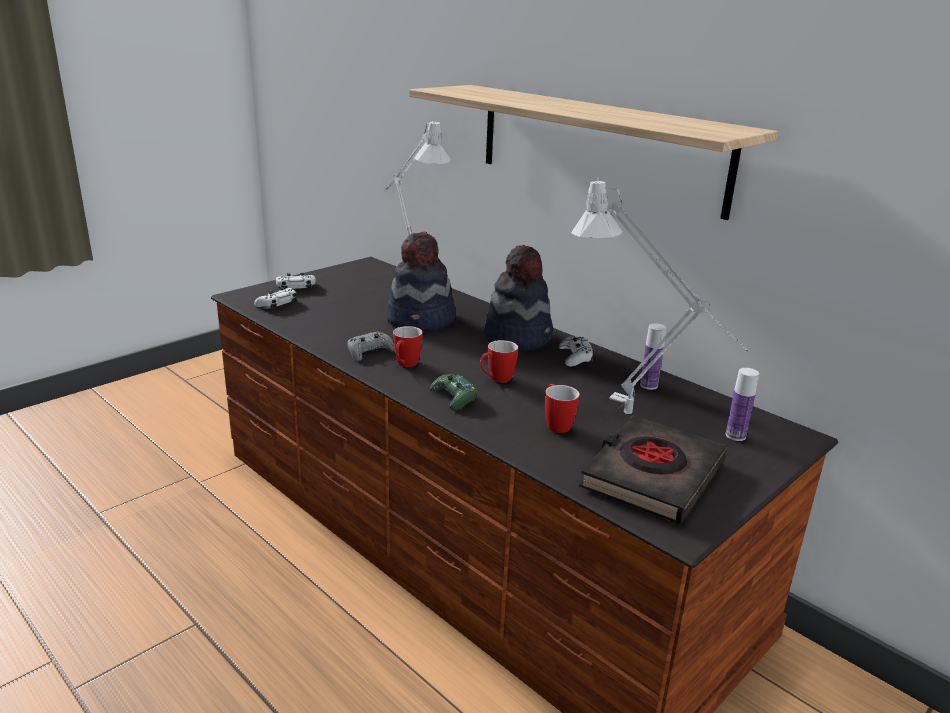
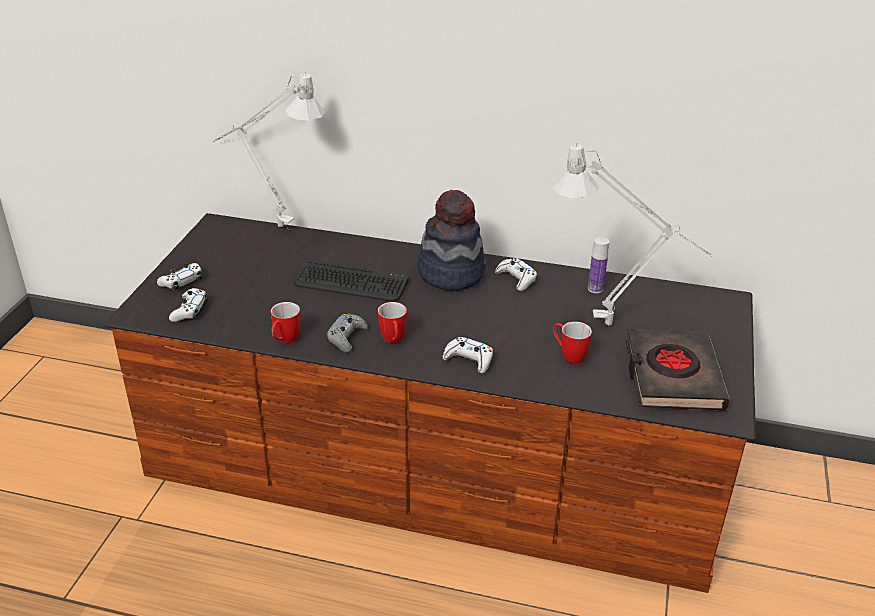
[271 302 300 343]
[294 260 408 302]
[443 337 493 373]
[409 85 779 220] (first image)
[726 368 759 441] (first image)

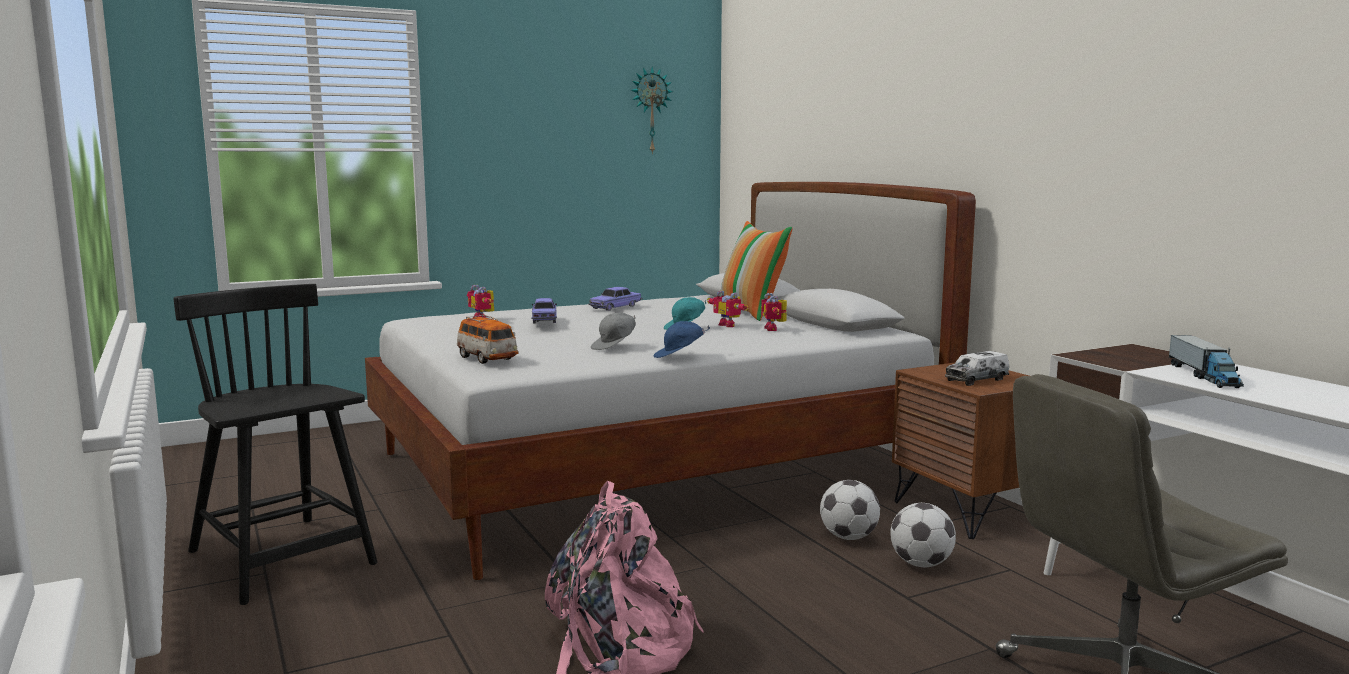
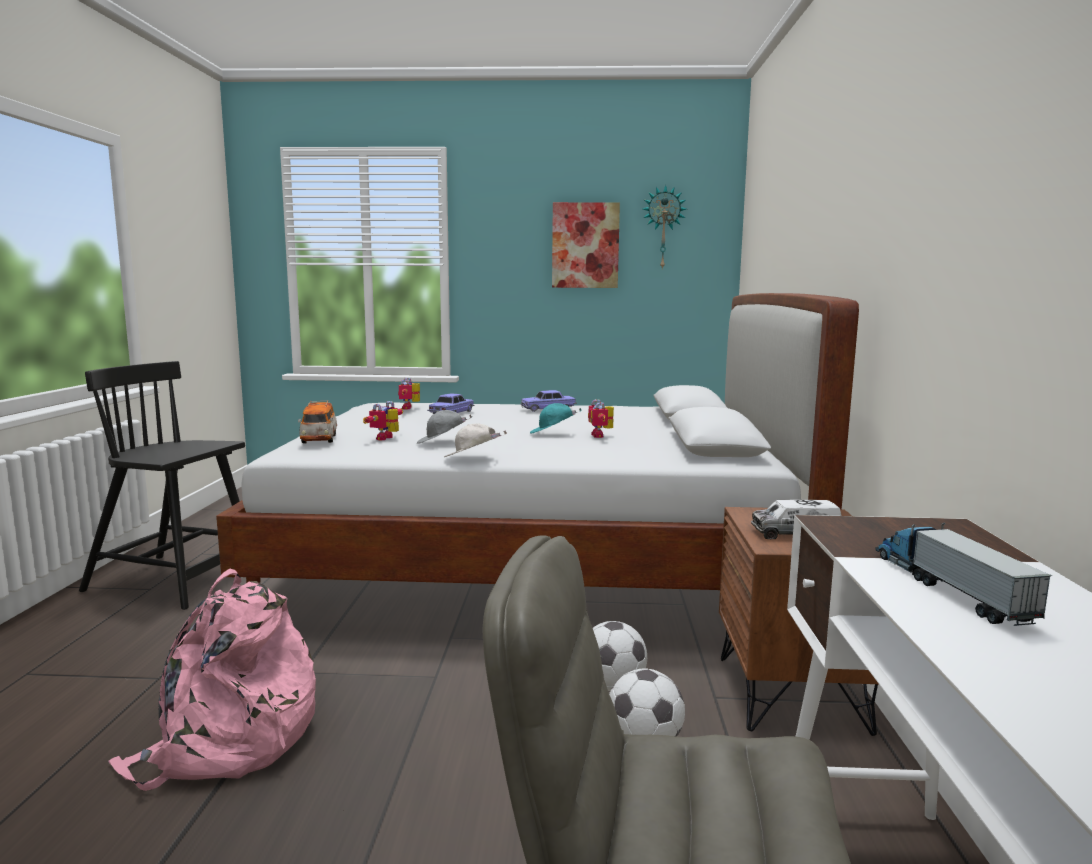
[79 361 245 610]
[363 401 403 440]
[444 423 507 457]
[552 202 620 288]
[875 523 1052 626]
[720 221 793 321] (first image)

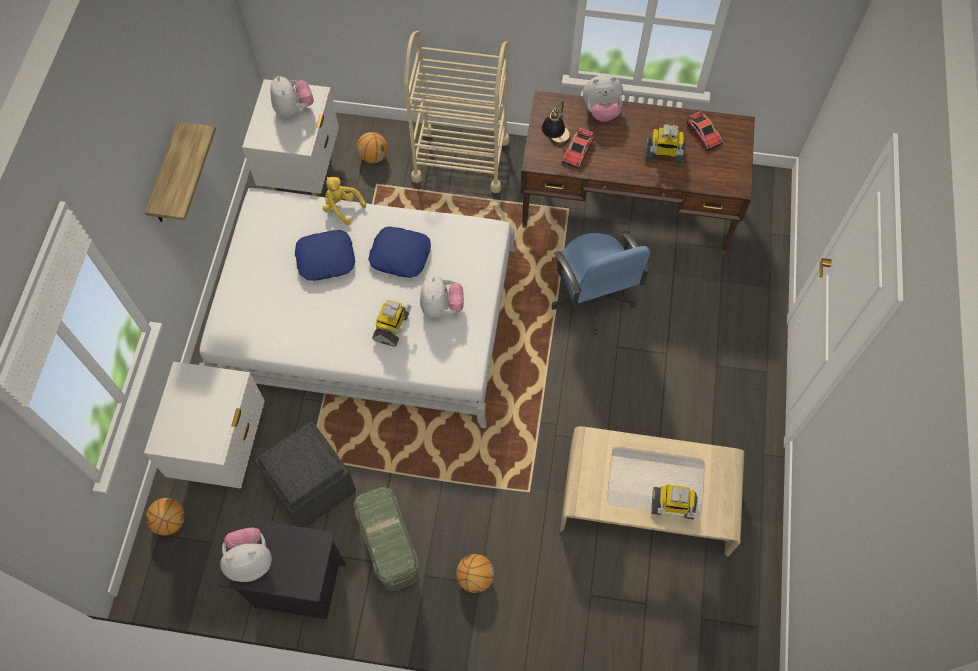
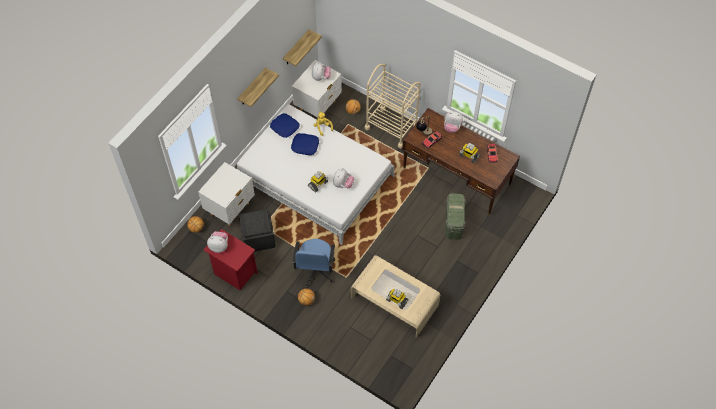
[204 229 257 290]
[270 113 300 138]
[283 29 322 66]
[292 239 335 288]
[446 193 465 240]

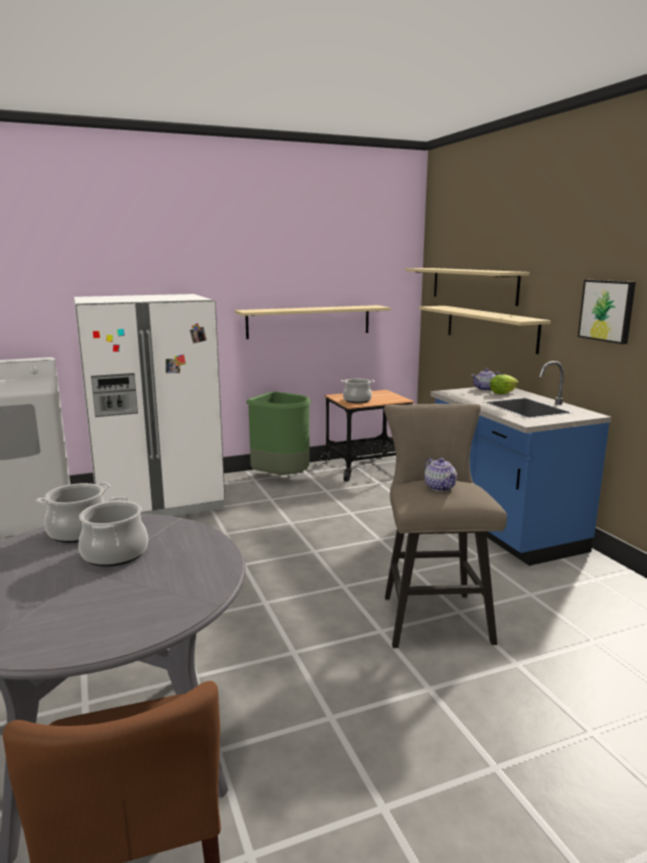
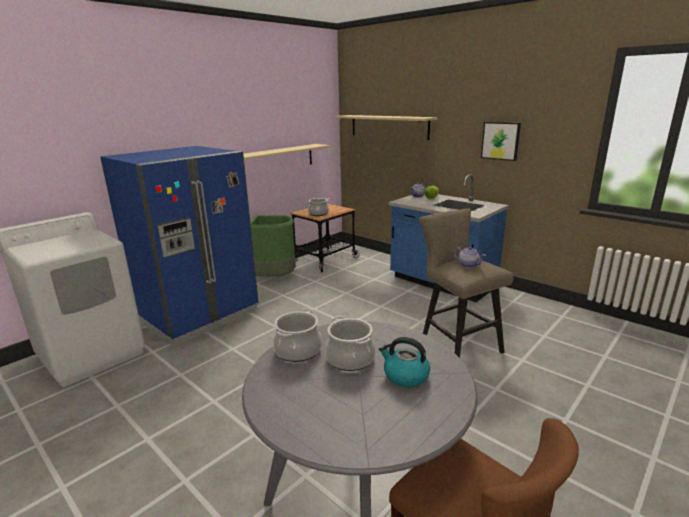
[100 146 259 346]
[379 337 430 387]
[419 306 551 354] (first image)

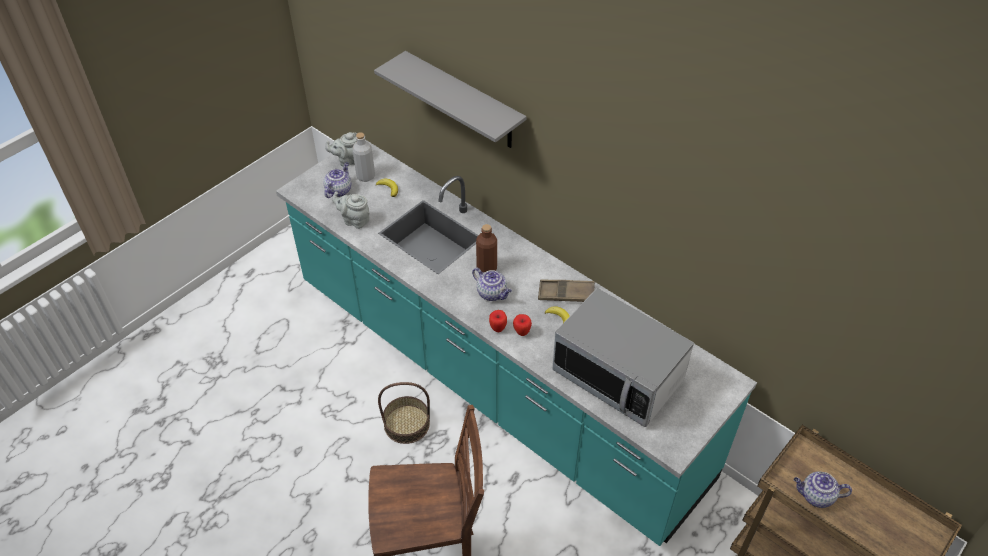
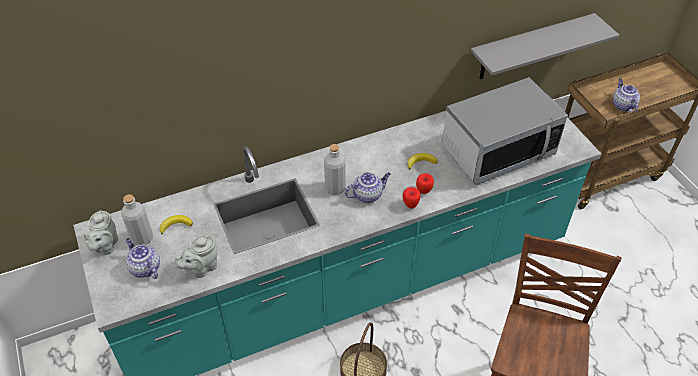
[324 144 346 195]
[471 13 619 79]
[613 78 640 113]
[538 280 595 302] (first image)

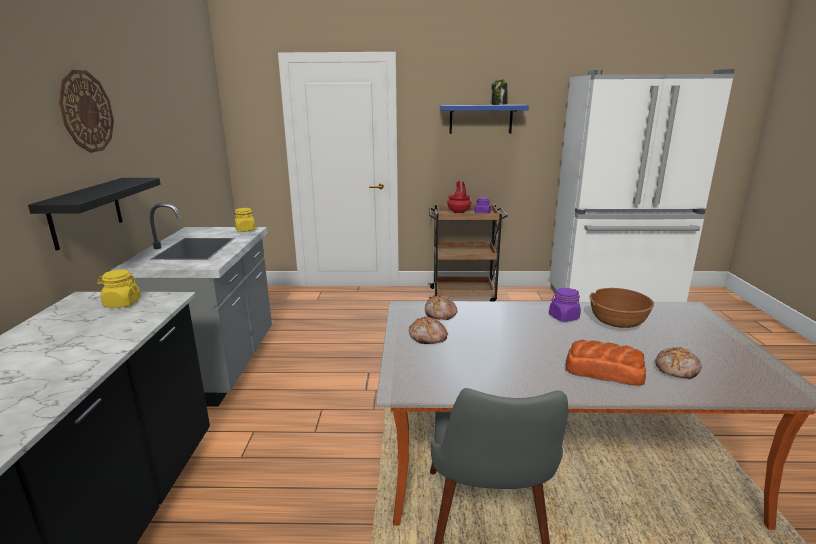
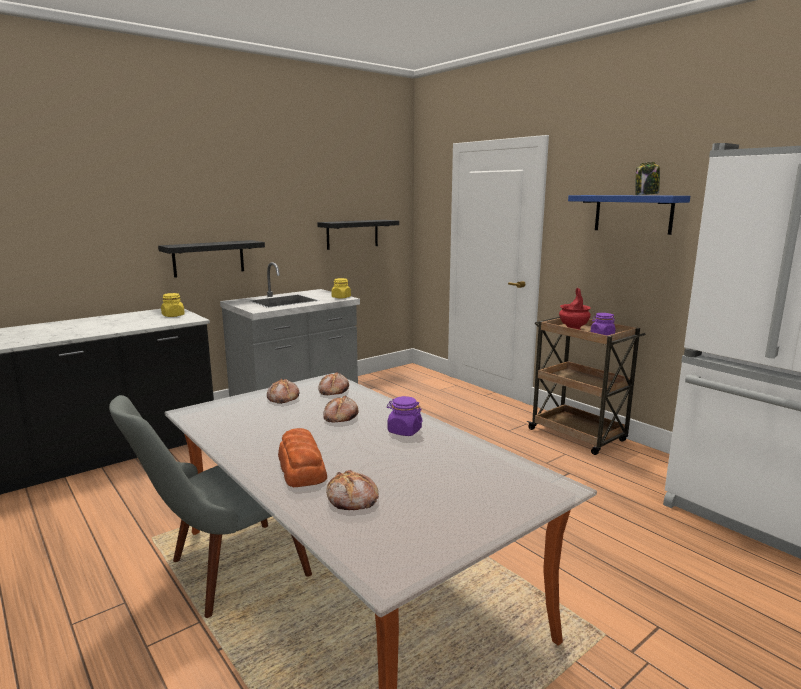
[317 220 399 250]
[324 395 359 423]
[59 70 114 153] (first image)
[590 288 654 328] (first image)

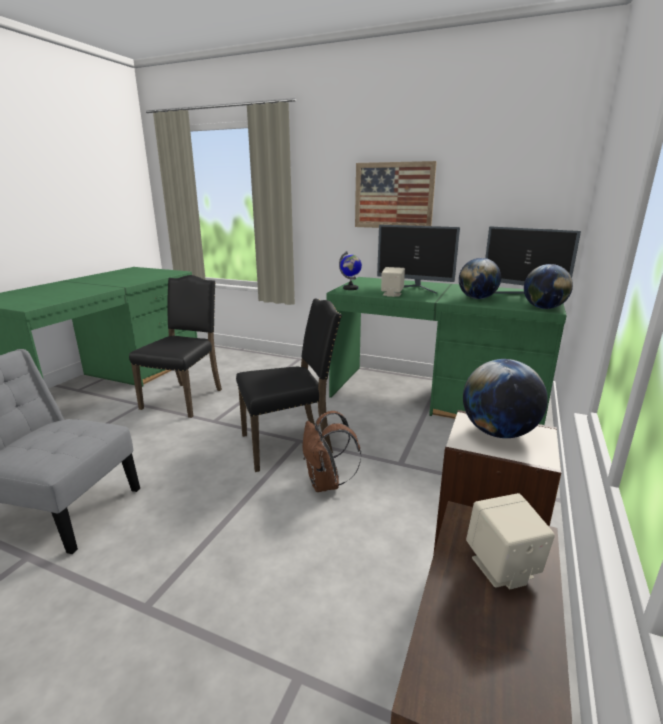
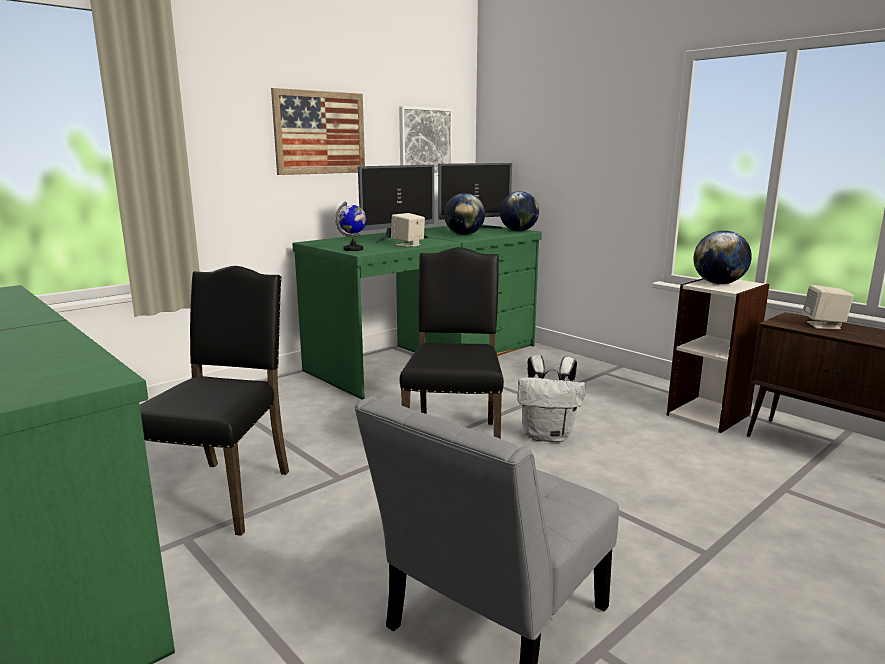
[140 266 289 536]
[399 106 452 176]
[518 355 586 442]

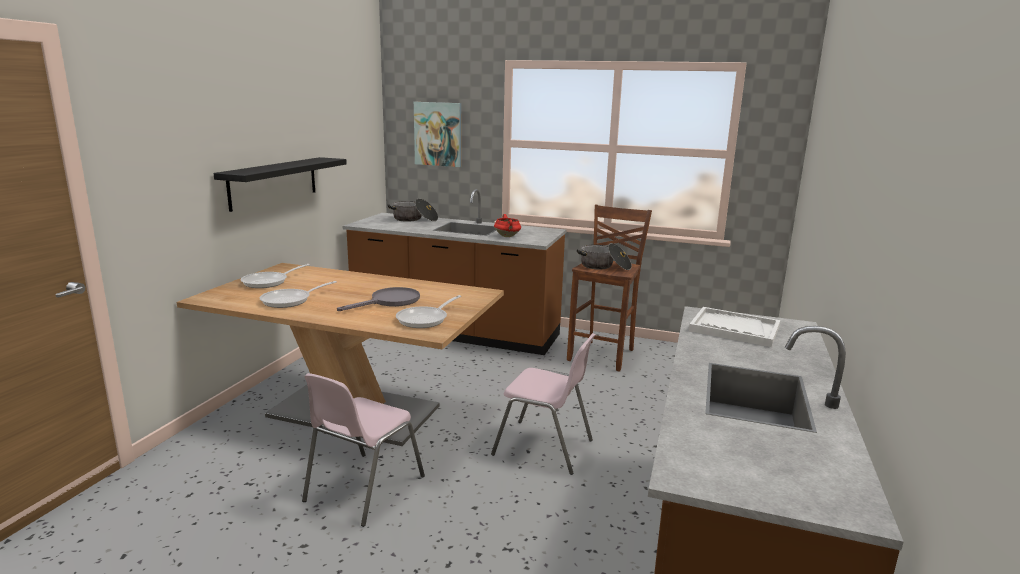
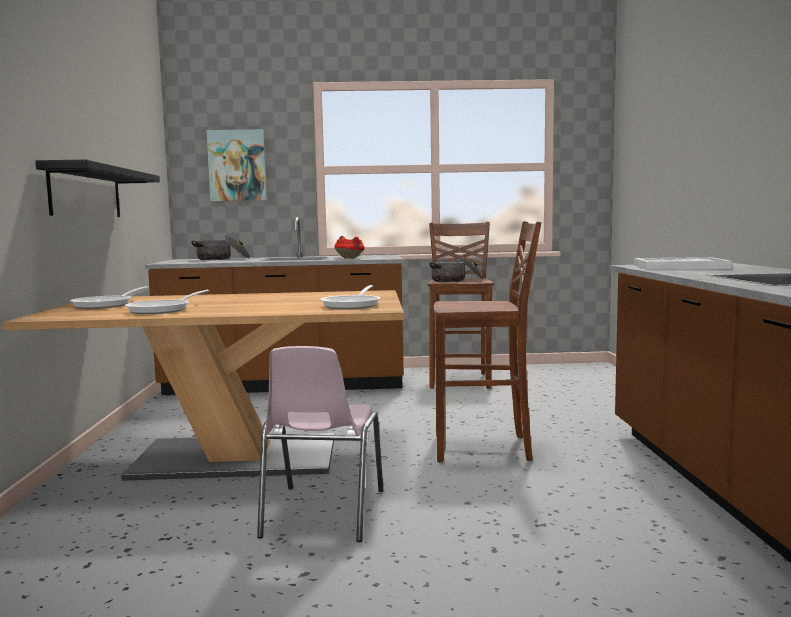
[433 221 542 463]
[337 287 420 311] (first image)

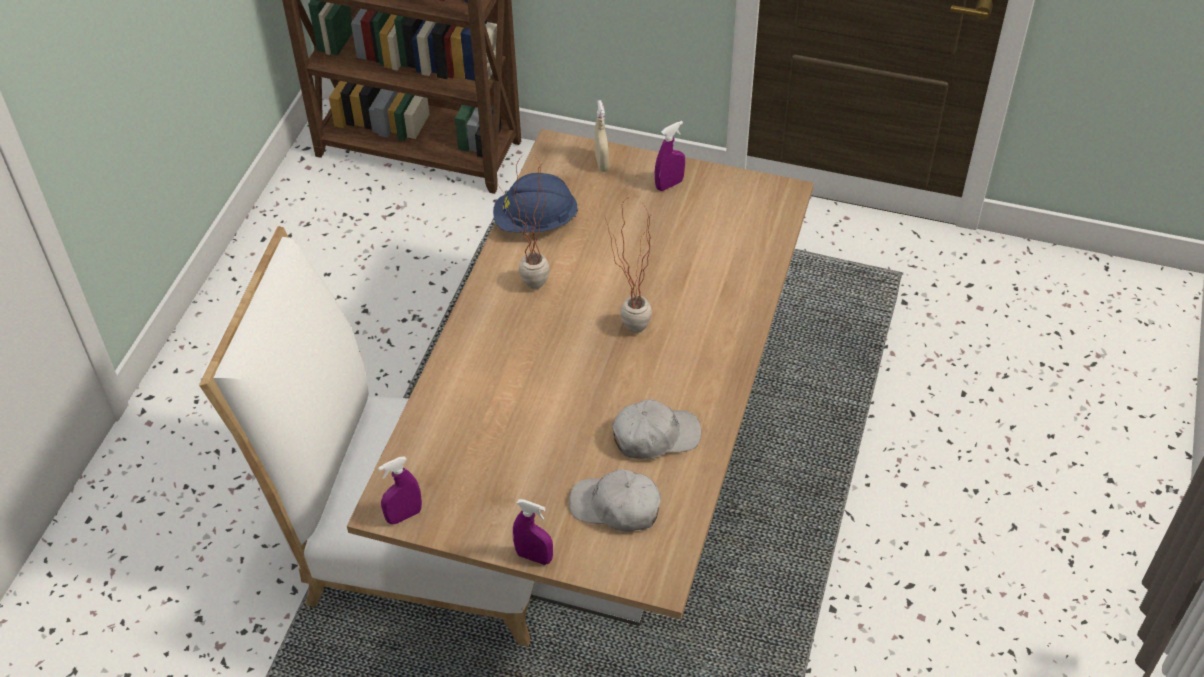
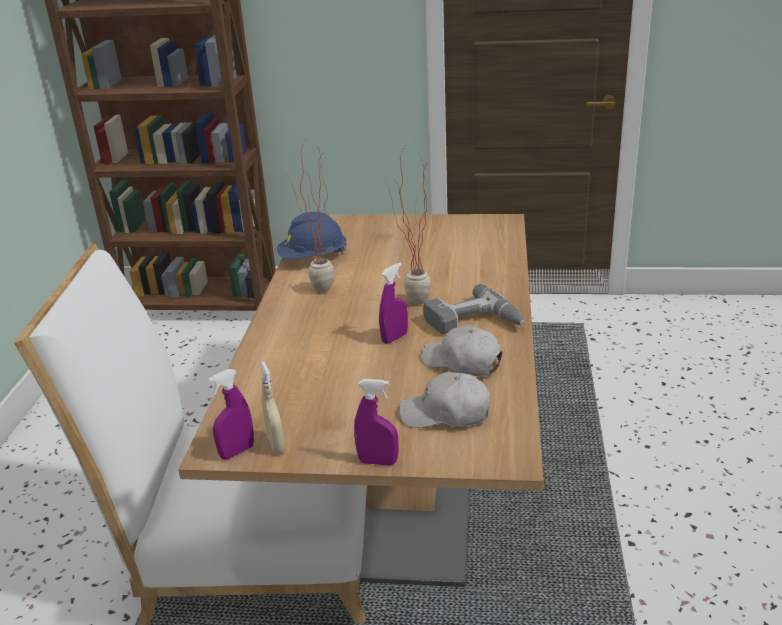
[260 362 285 454]
[379 263 408 344]
[421 325 502 377]
[423 284 525 334]

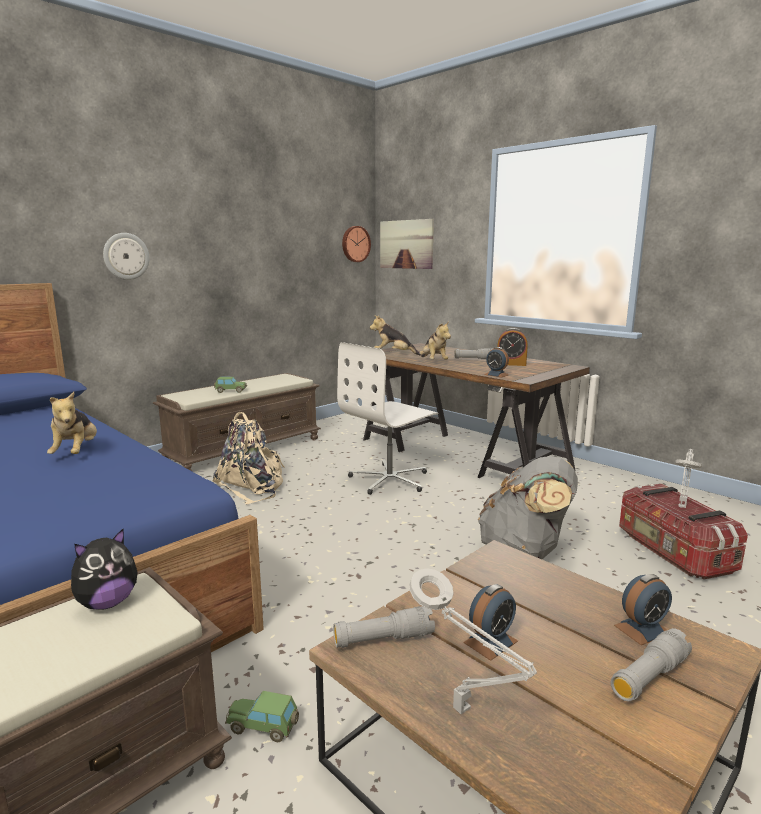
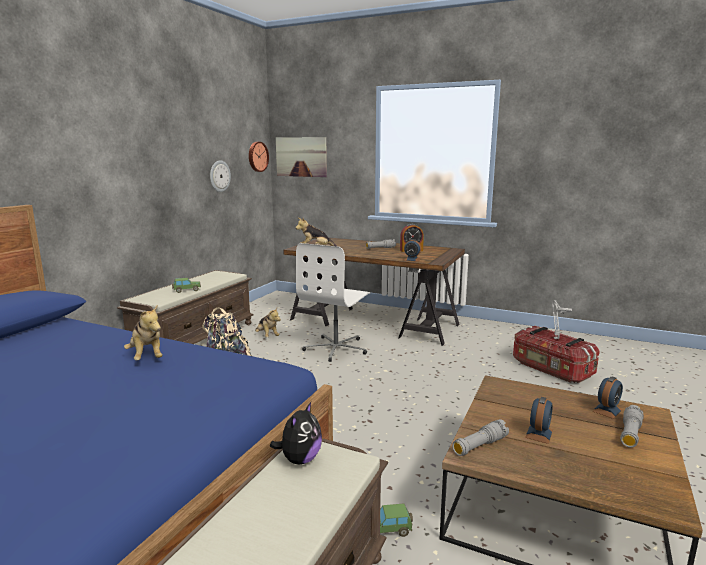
[210 160 231 192]
[255 308 281 337]
[409 568 537 714] (first image)
[478 456 578 559] (first image)

